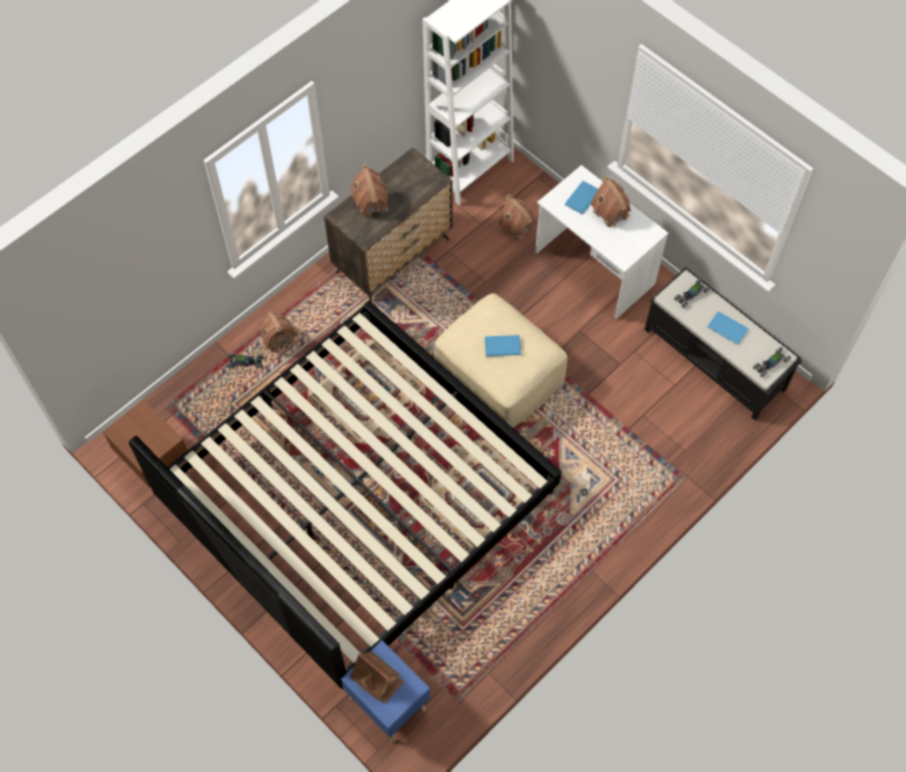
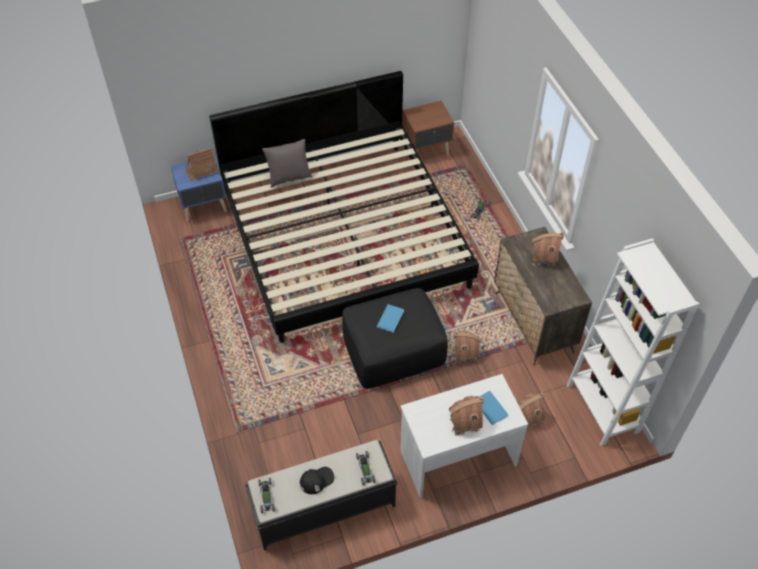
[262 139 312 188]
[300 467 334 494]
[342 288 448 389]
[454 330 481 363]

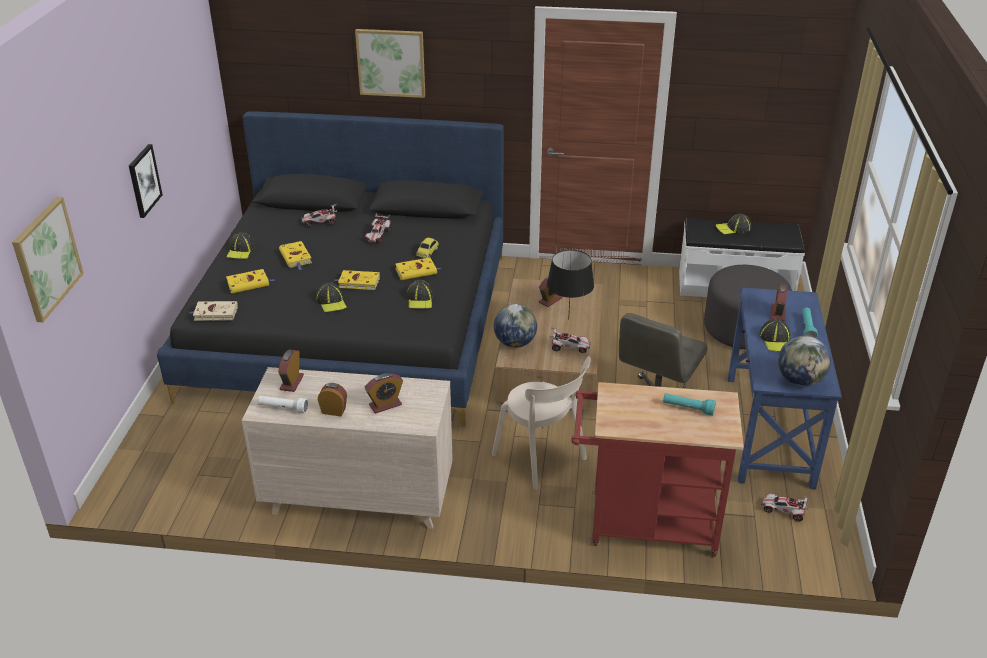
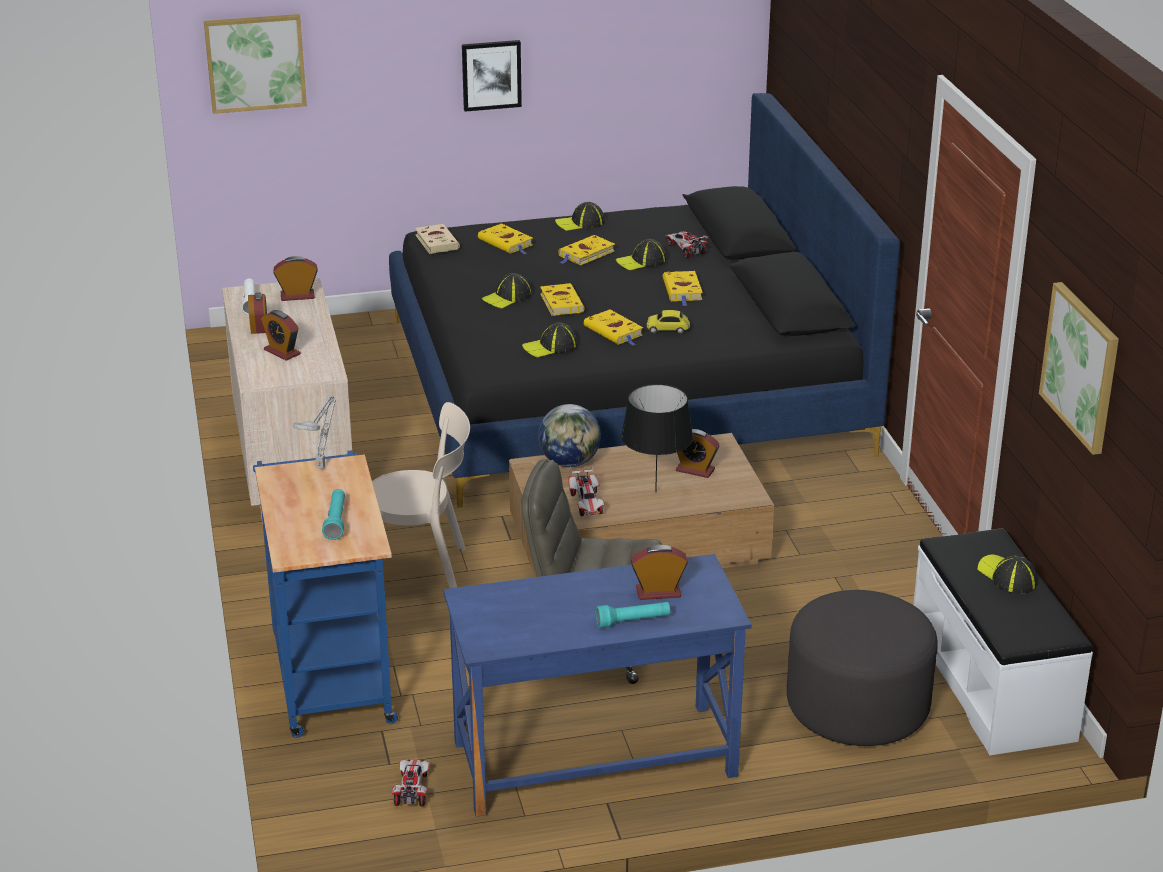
[253 450 398 738]
[293 395 336 469]
[372 402 470 588]
[616 239 666 270]
[663 271 703 306]
[1039 282 1119 455]
[778 336 831 387] (first image)

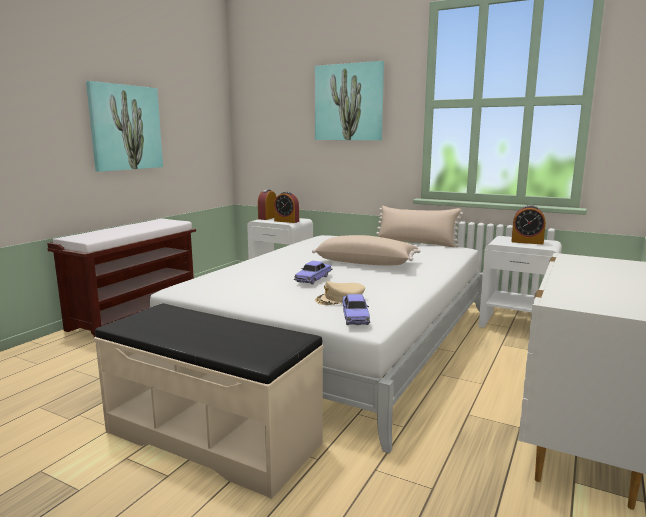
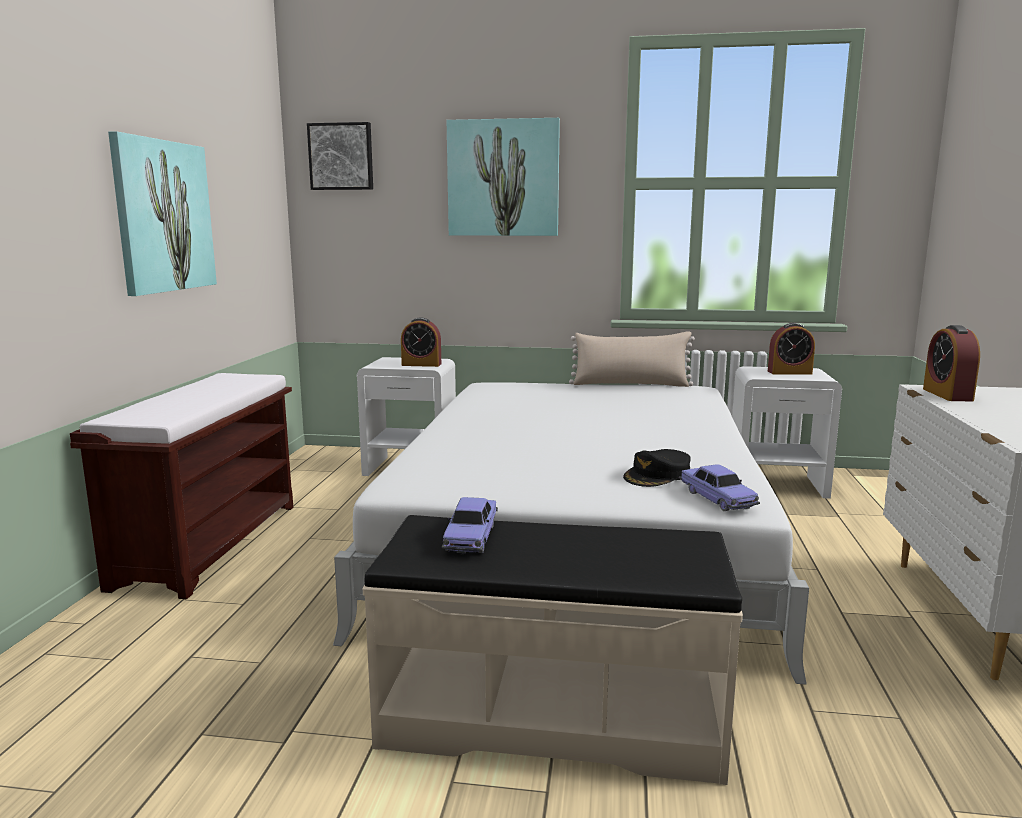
[307 122 373 190]
[442 497 498 553]
[623 449 690 487]
[923 325 980 401]
[312 235 420 265] (first image)

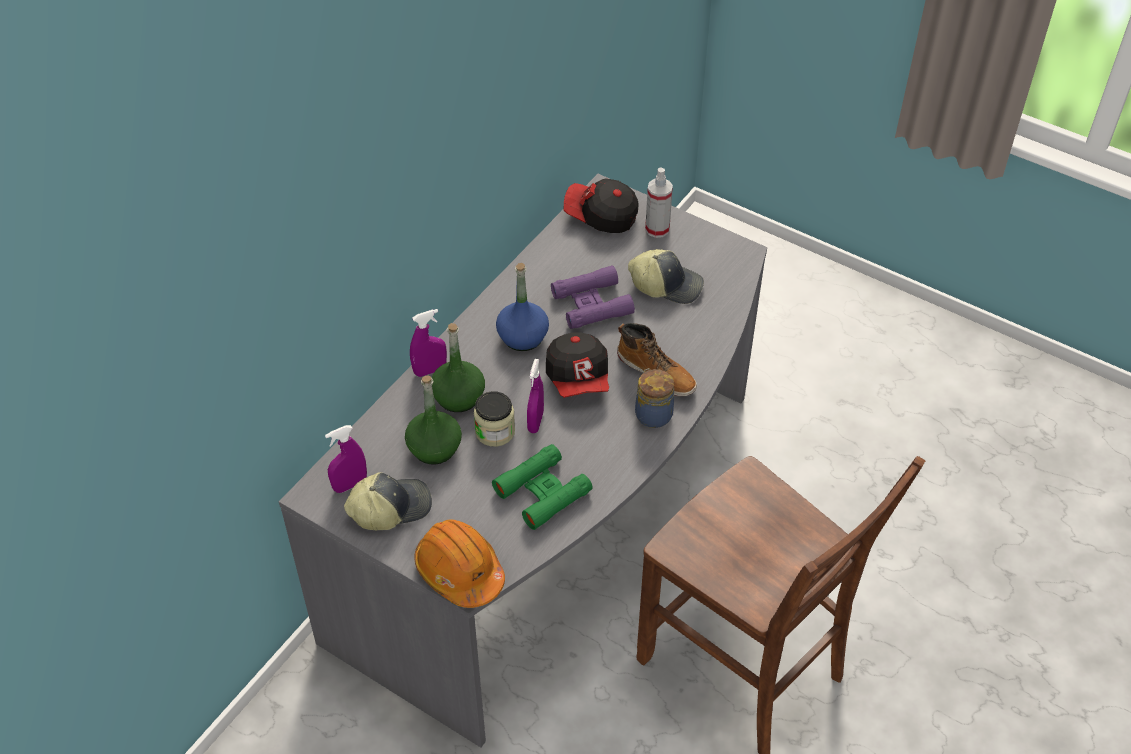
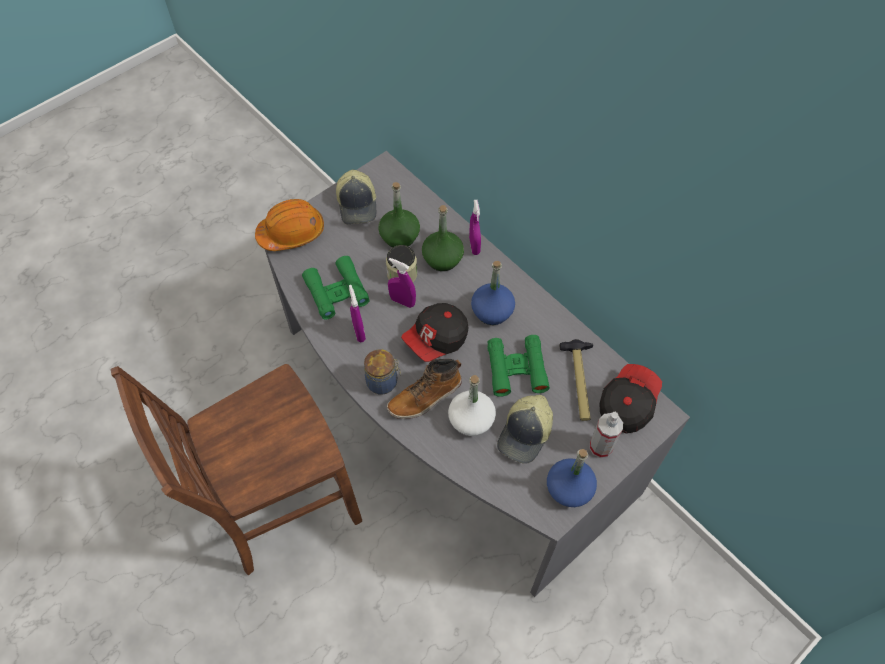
[349 285 366 342]
[401 303 469 362]
[448 375 496 436]
[487 335 550 397]
[547 449 597 507]
[560 339 593 421]

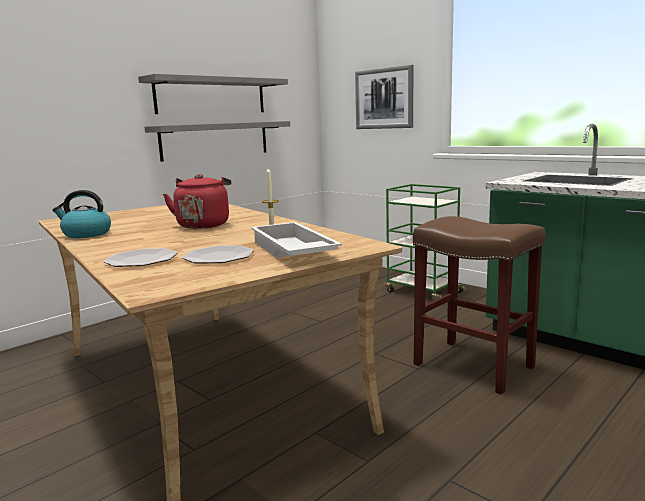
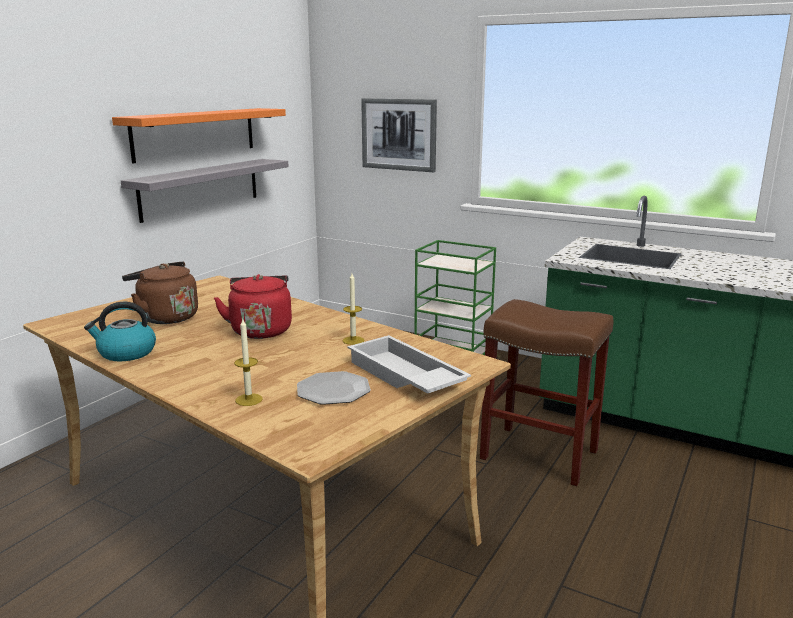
[112 108 286 163]
[122 261 198 324]
[234 319 263 406]

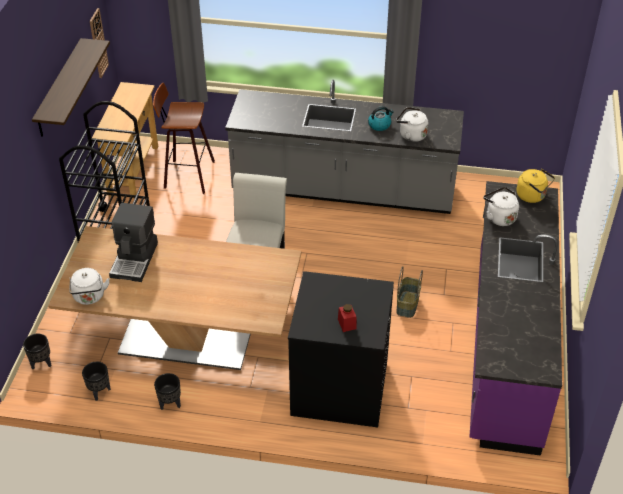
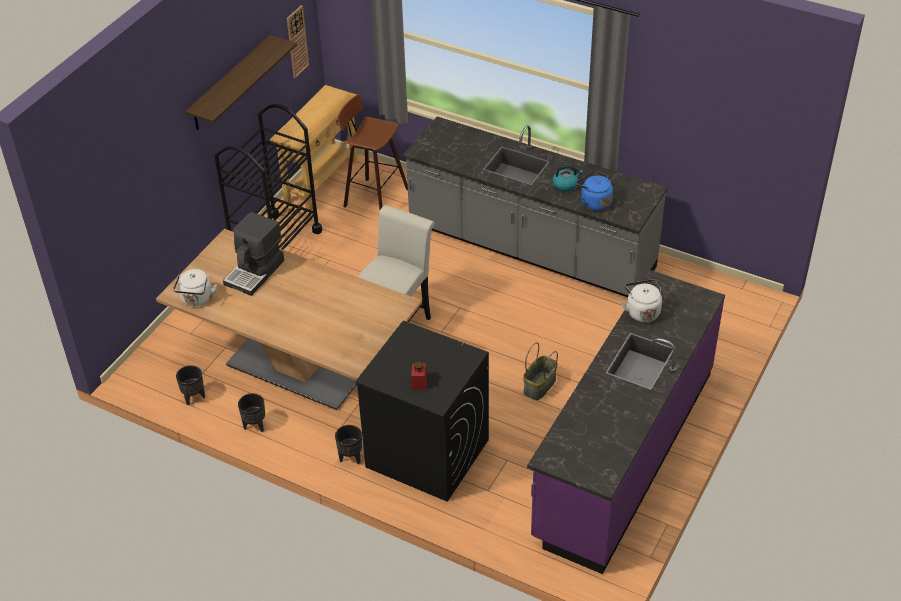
[335 425 362 464]
[576 171 613 211]
[517 169 555 203] (first image)

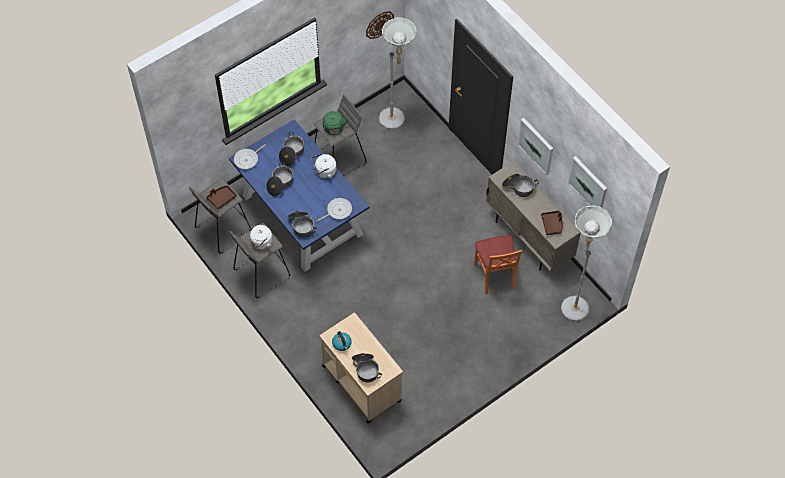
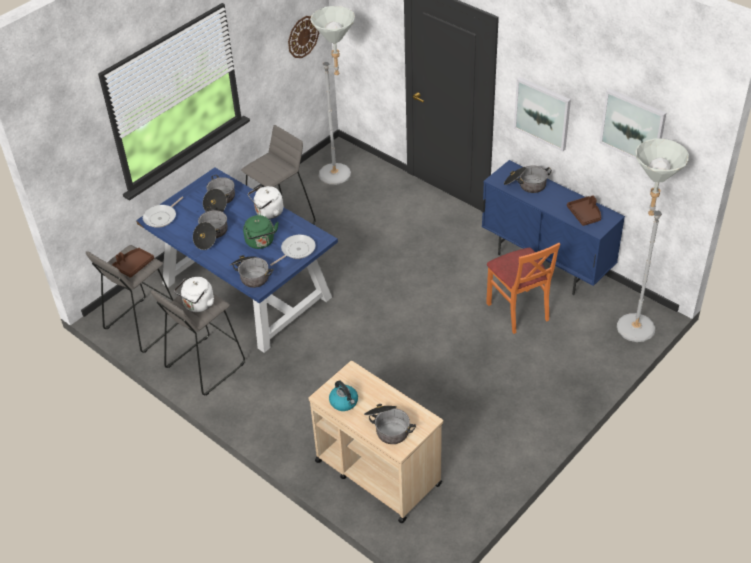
[243 215 279 249]
[482 160 625 295]

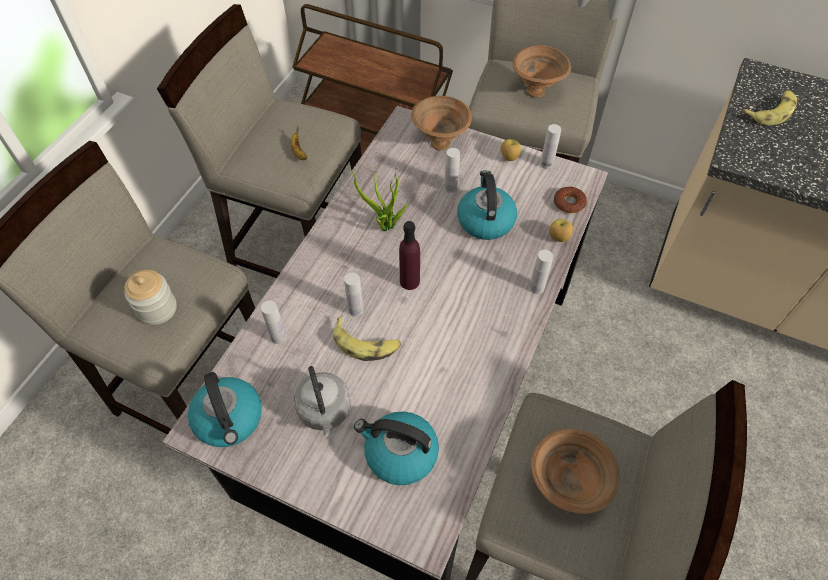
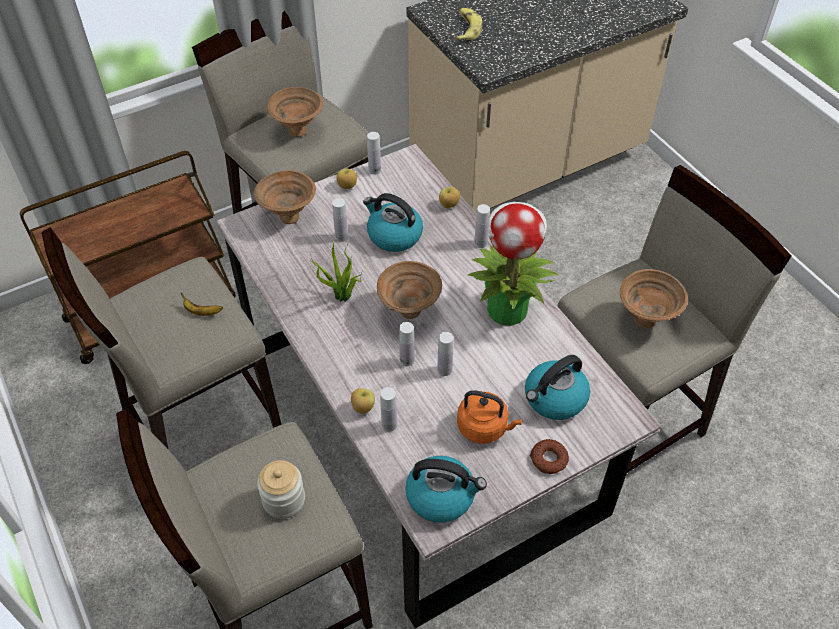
[351 388 375 414]
[377 261 442 319]
[437 332 453 376]
[457 390 522 444]
[467 202 558 326]
[530 439 569 474]

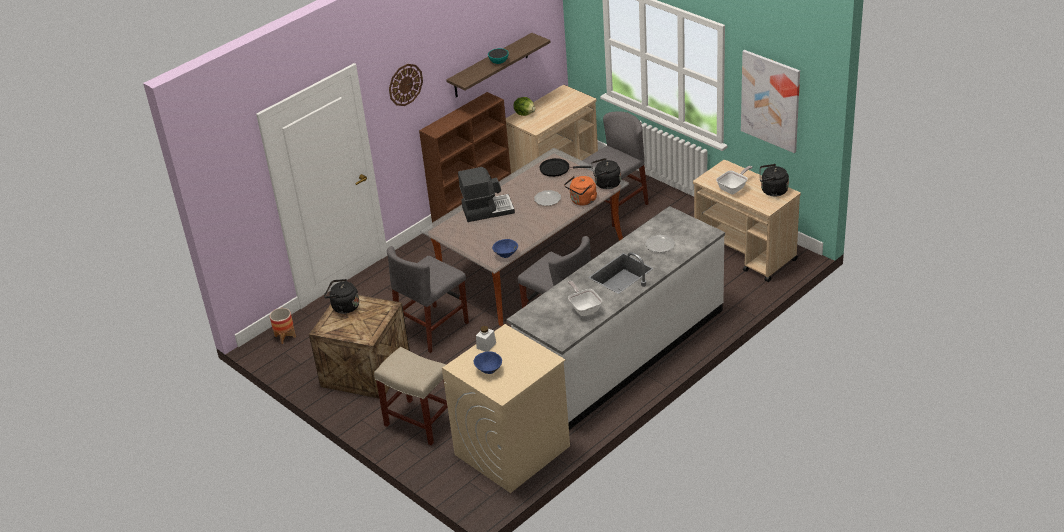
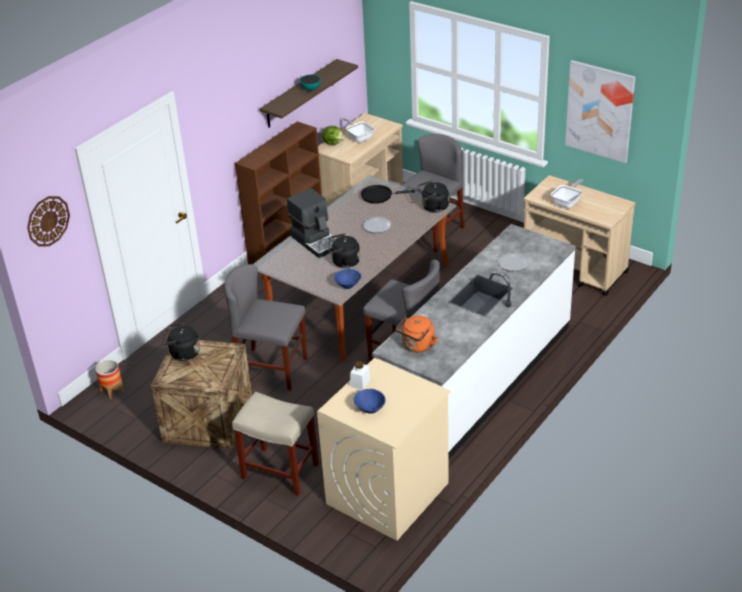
[27 196 70 247]
[224 264 307 391]
[287 188 337 258]
[329 233 360 268]
[343 118 374 143]
[396 316 438 352]

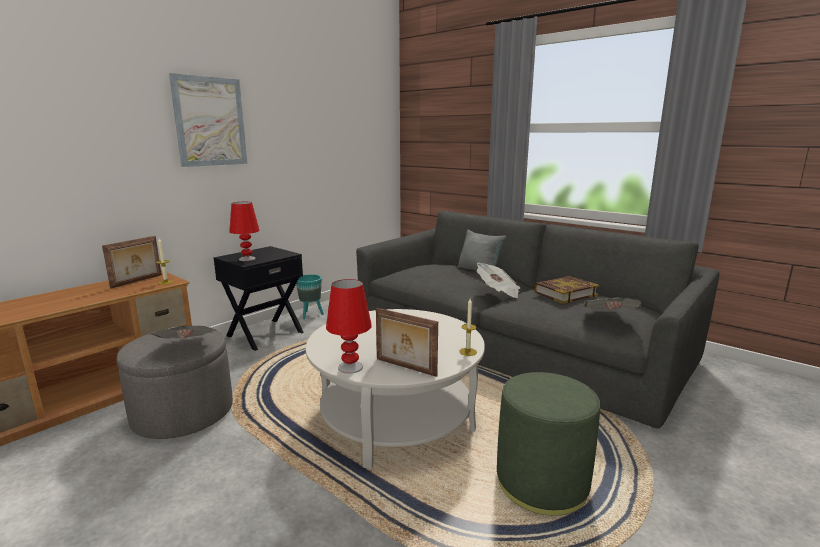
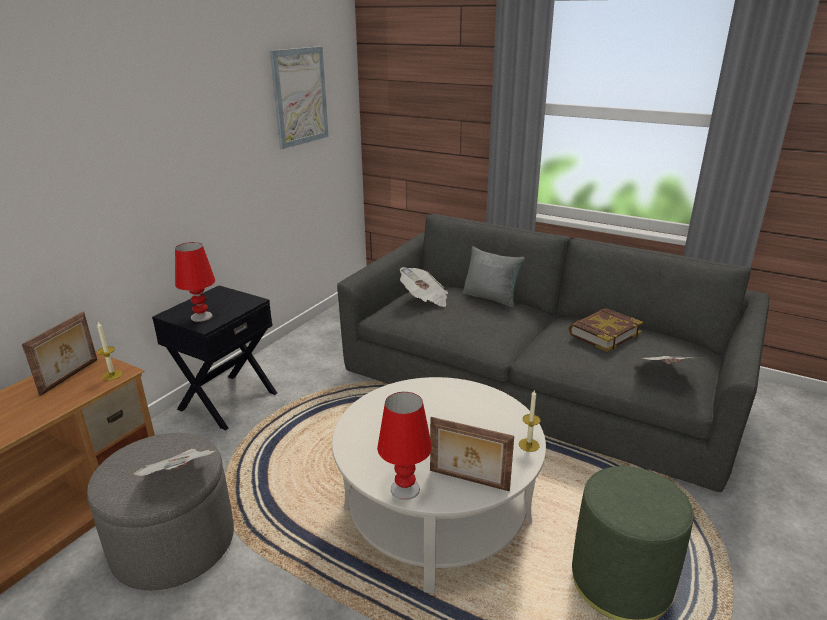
[270 46 329 149]
[400 267 448 307]
[296 274 324 319] (first image)

